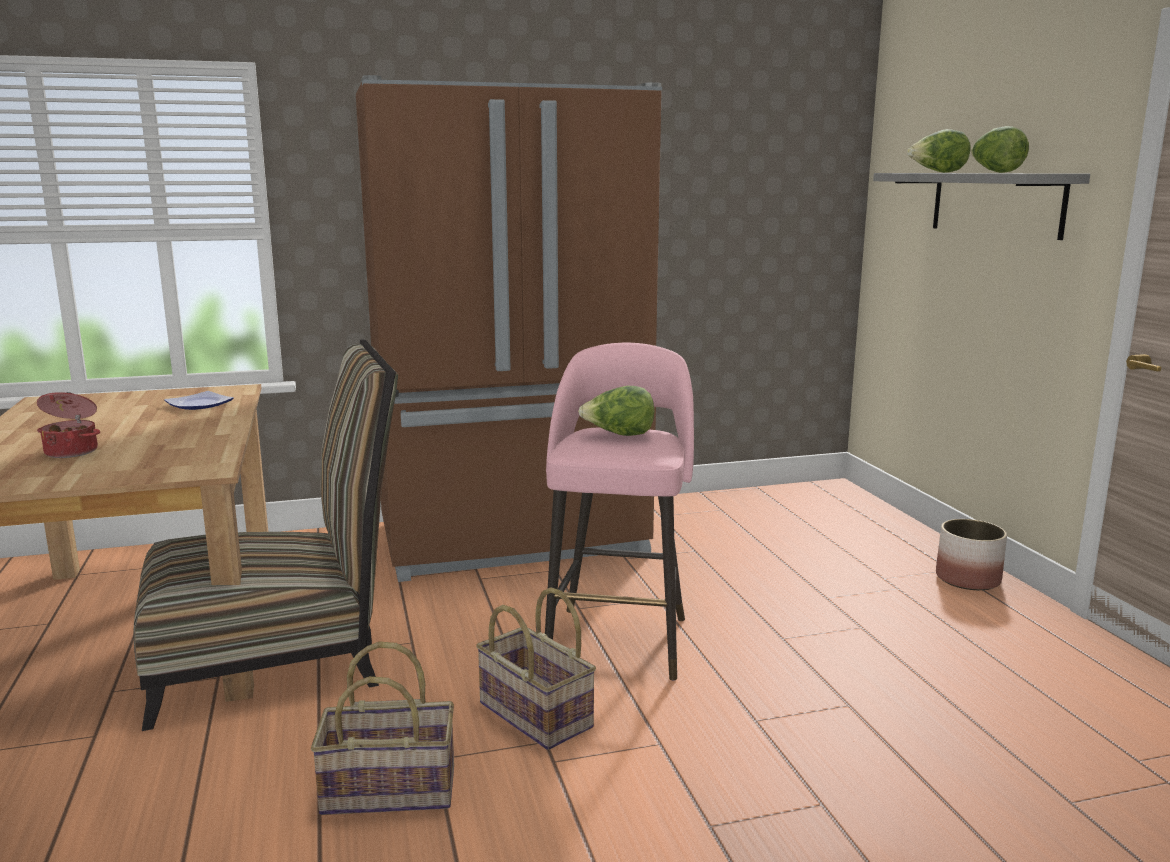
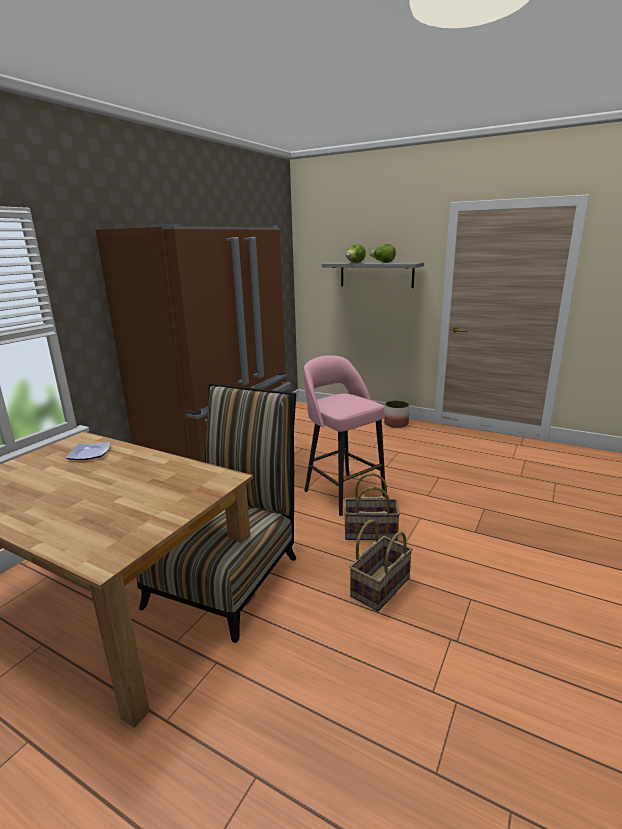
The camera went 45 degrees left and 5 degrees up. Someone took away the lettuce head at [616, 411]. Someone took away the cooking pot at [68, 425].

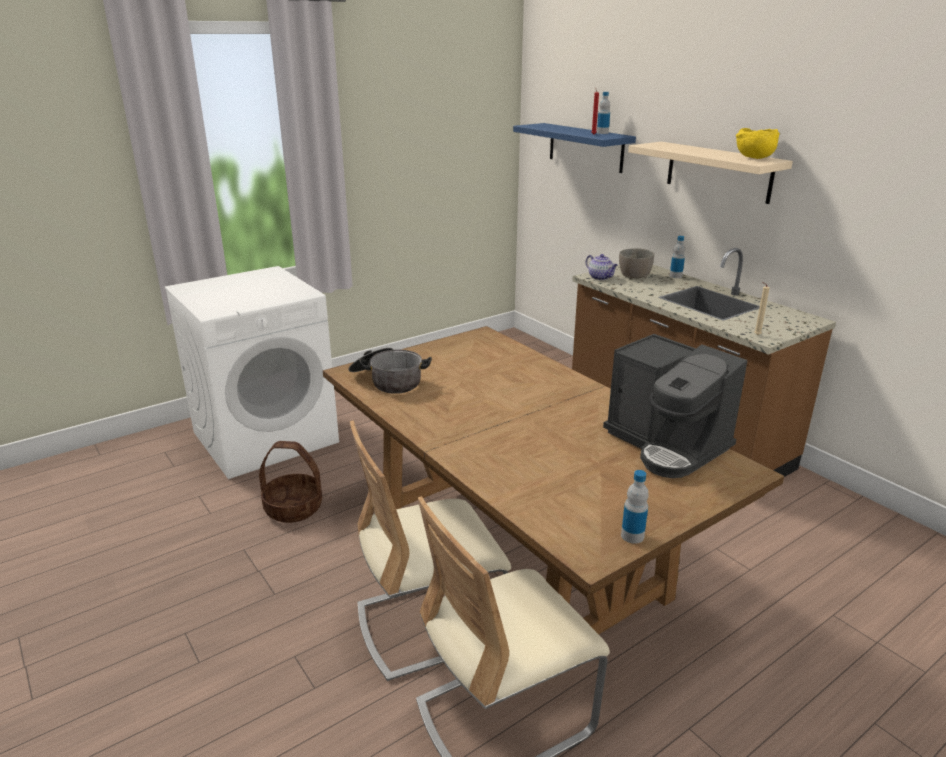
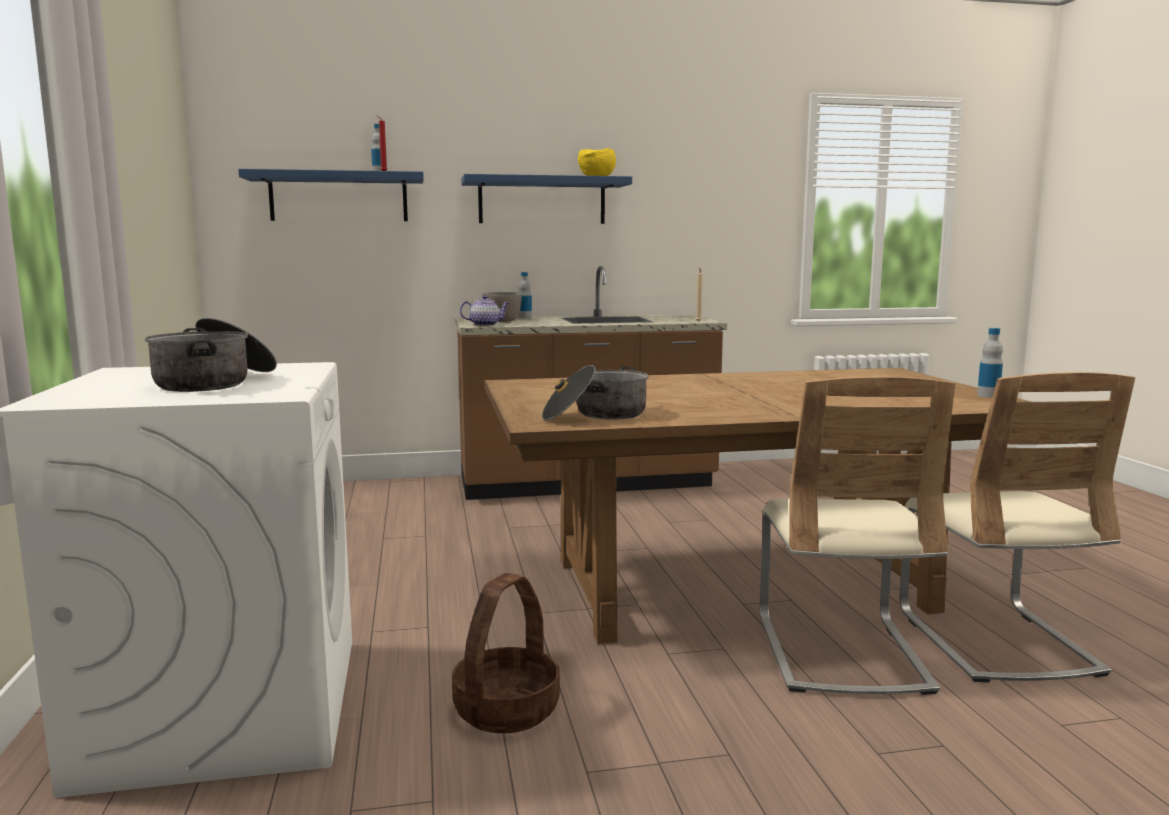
The camera went 65 degrees left and 15 degrees down. Someone repainted the beige-coloured wall shelf at [710, 173], which became the blue wall shelf at [546, 199]. Someone took away the coffee brewer at [675, 406]. Someone put down the cooking pot at [211, 355].

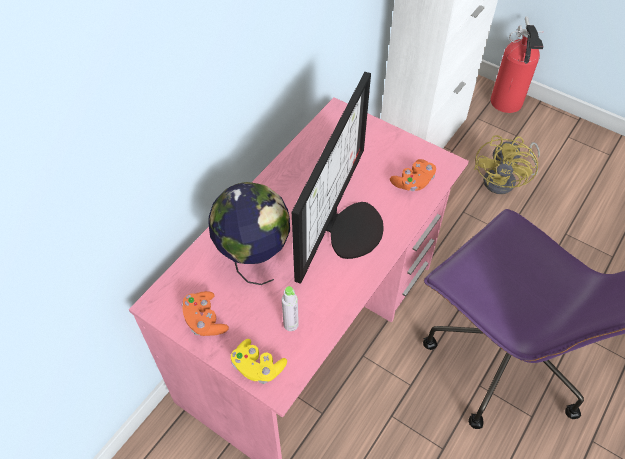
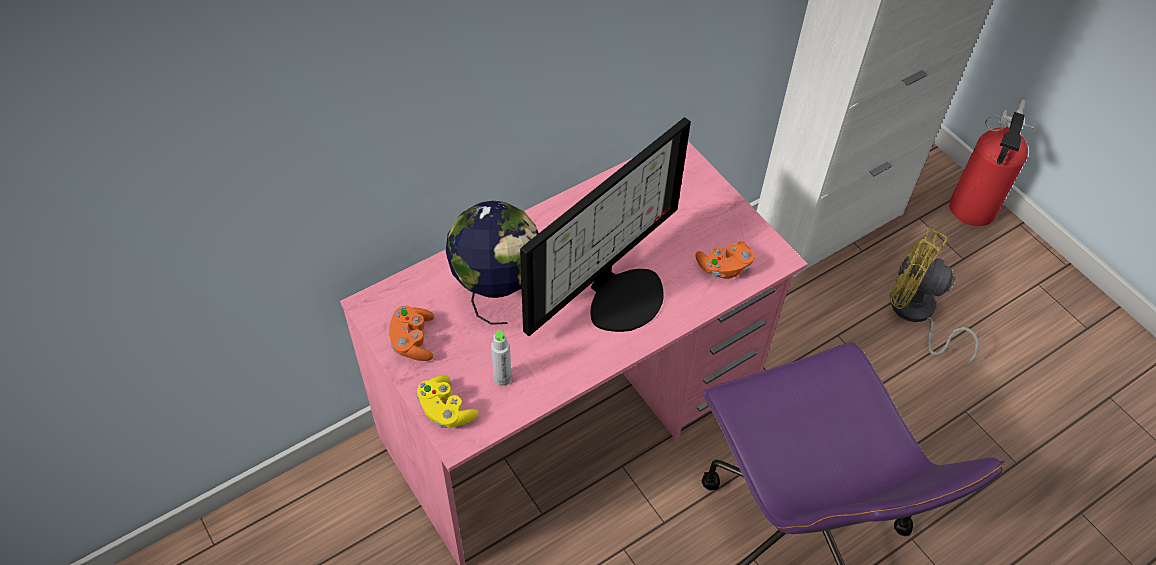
The camera went 20 degrees right and 0 degrees up. Someone rotated the yellow-coloured cooling fan at [507, 164] by 75 degrees clockwise.

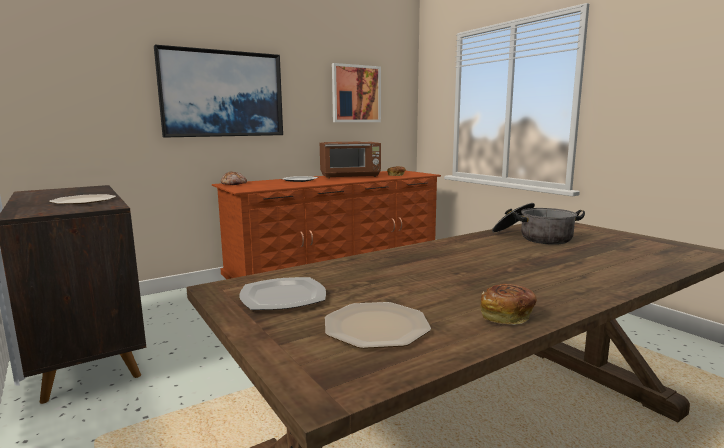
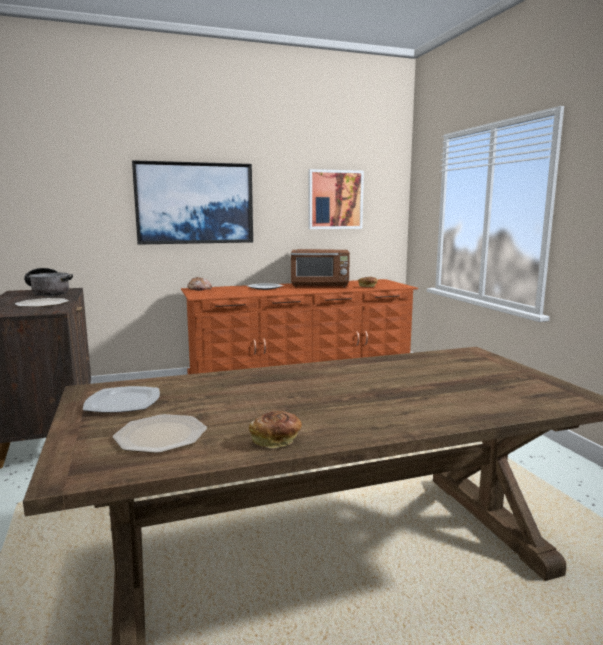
The camera went 15 degrees right and 0 degrees up. Someone carried the cooking pot from [538, 224] to [48, 282].

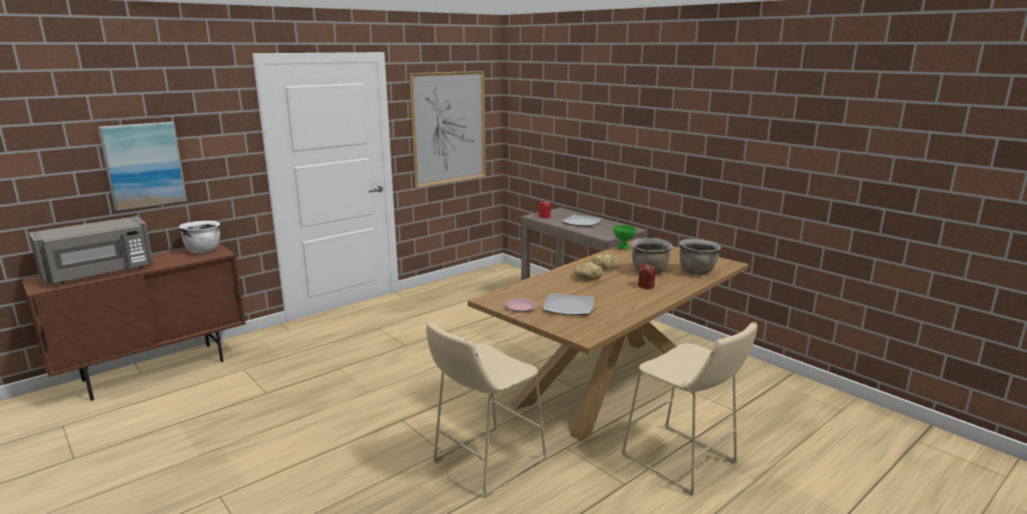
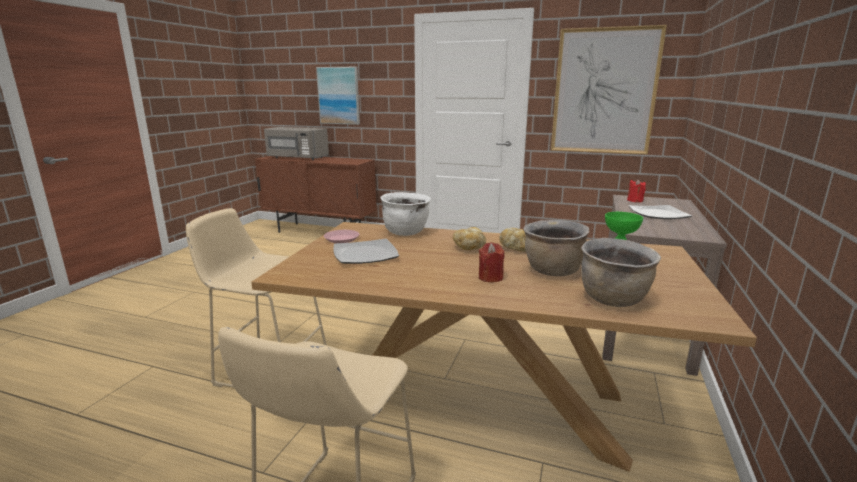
The camera went 60 degrees right and 0 degrees up. Someone carried the white-coloured cooking pot from [199, 237] to [405, 214].

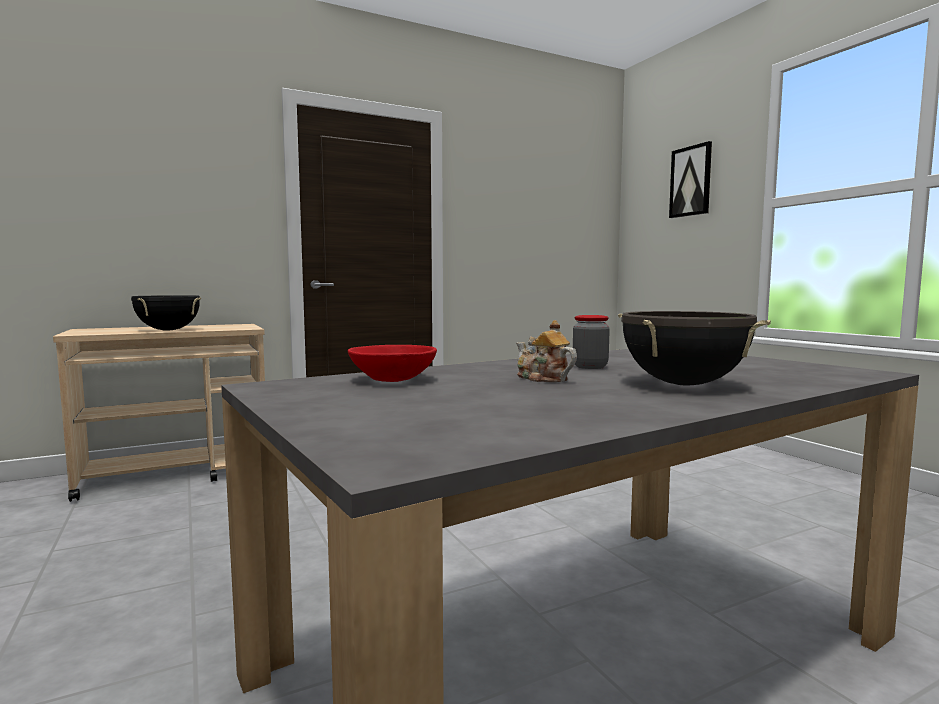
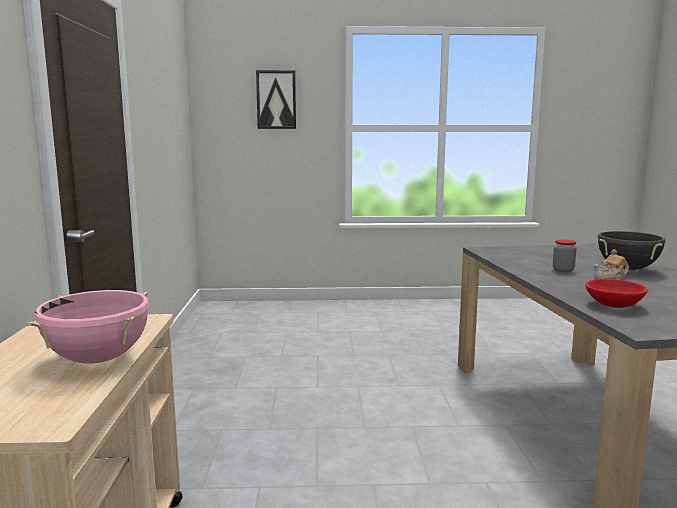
The camera went 65 degrees left and 5 degrees up. Someone repainted the black-coloured cooking pot at [166, 312], which became the pink cooking pot at [88, 326].

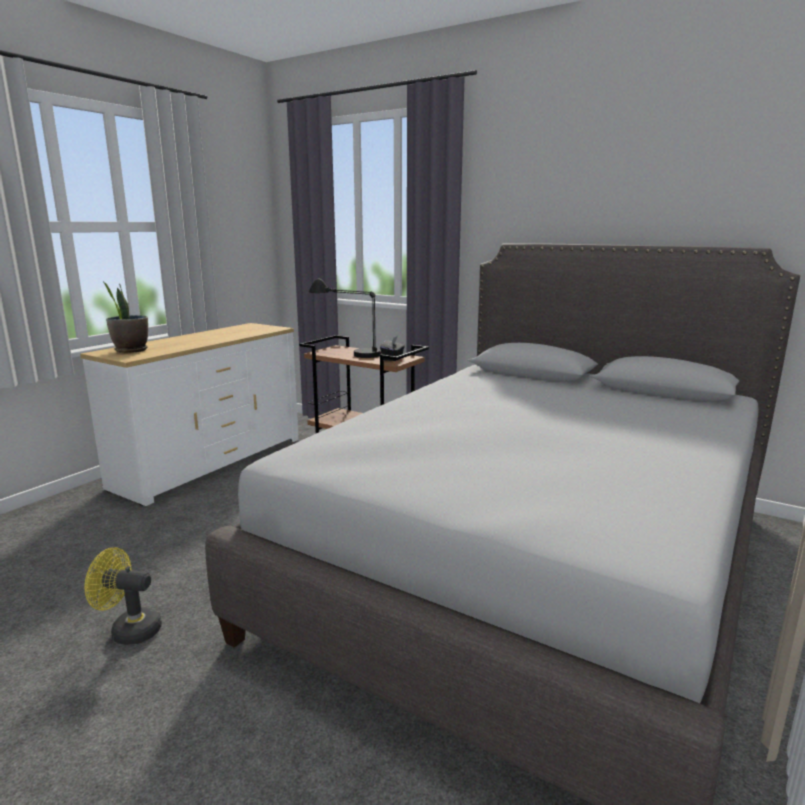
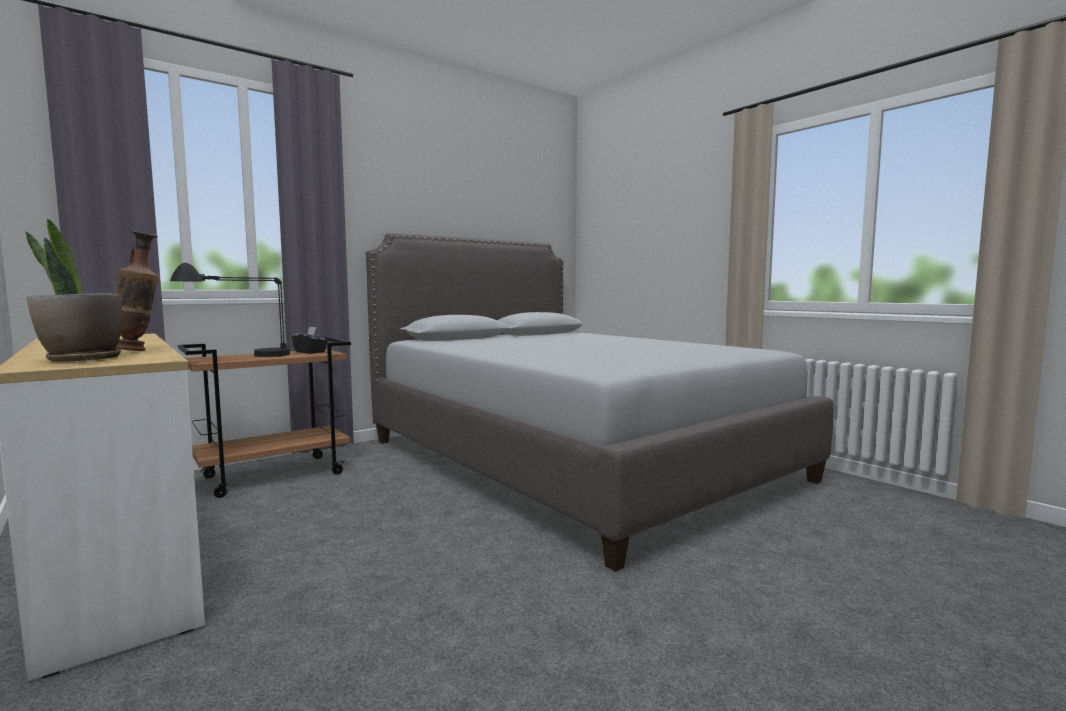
The camera went 70 degrees left and 10 degrees down. Someone took away the yellow-coloured cooling fan at [123, 596]. Someone put down the decorative vase at [138, 291].

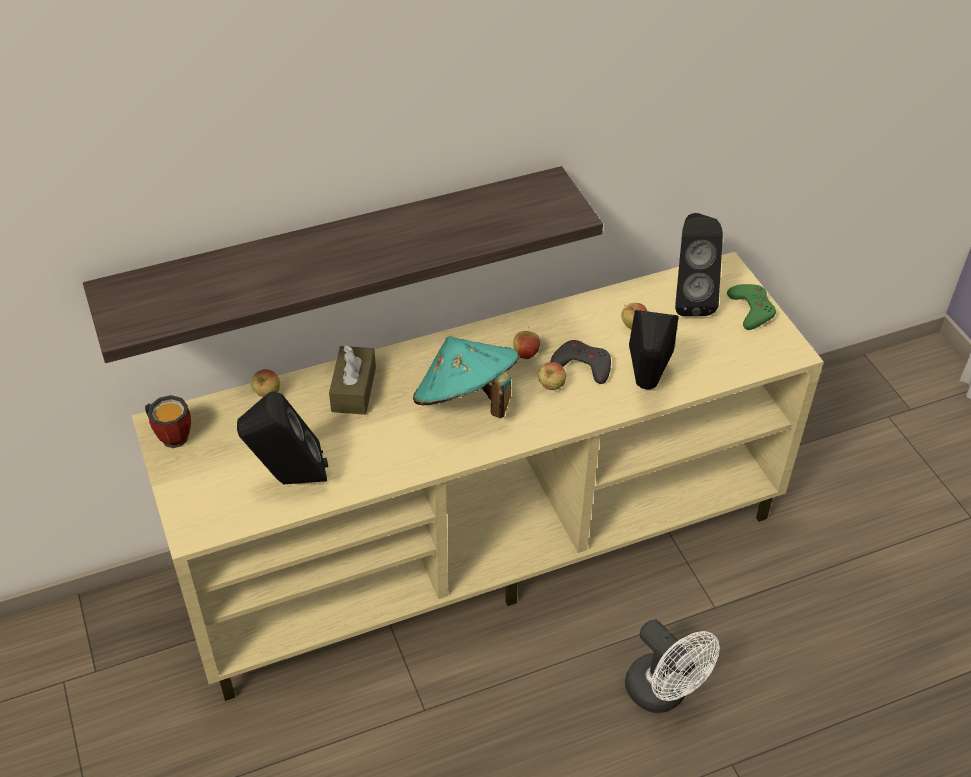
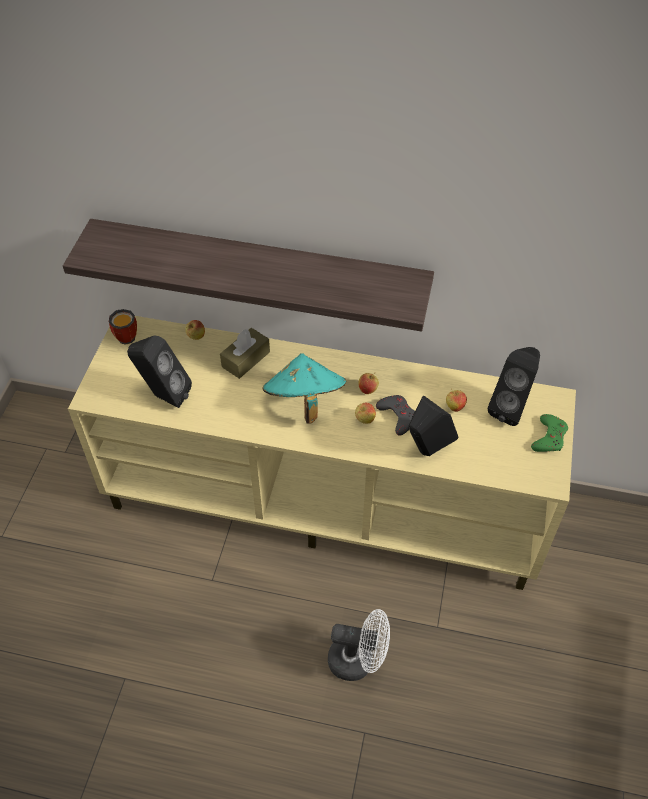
The camera went 35 degrees right and 5 degrees up. Someone rotated the white-coloured cooling fan at [672, 666] by 75 degrees counterclockwise.

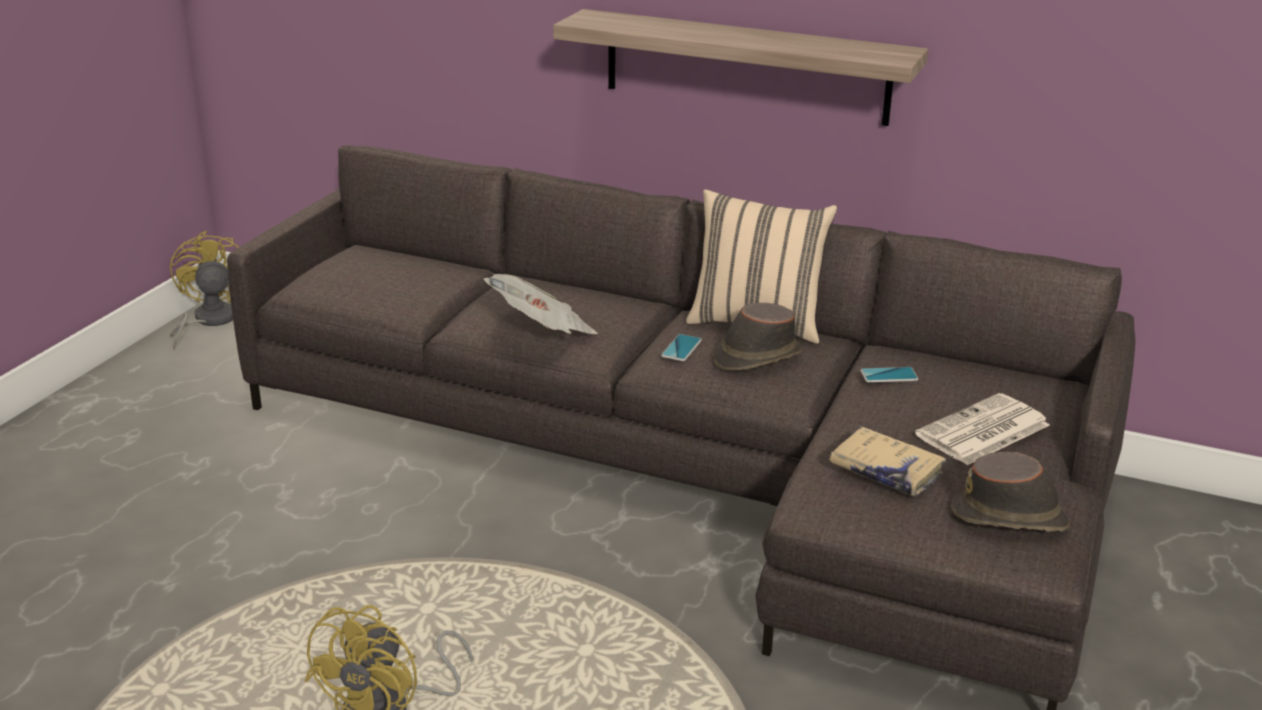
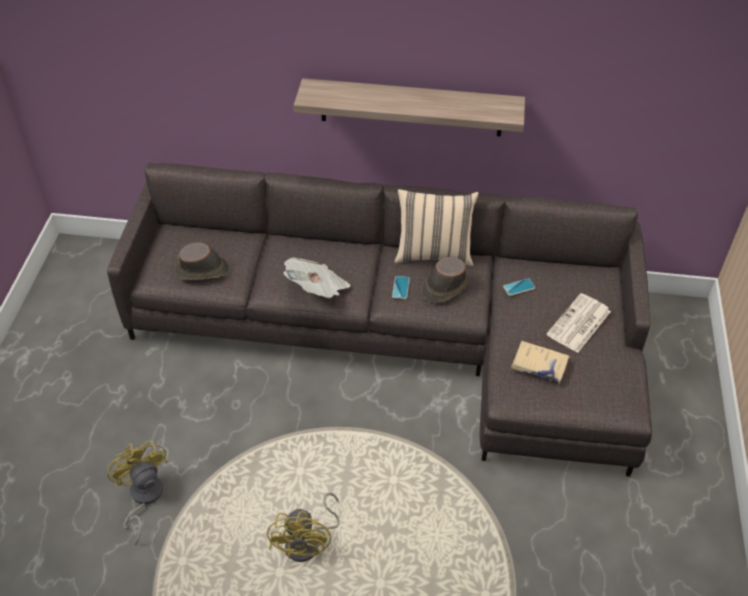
The camera went 15 degrees left and 20 degrees up. Someone carried the yellow-coloured cooling fan from [204, 290] to [138, 492]. Someone carried the brown-coloured hat from [1010, 491] to [202, 261].

